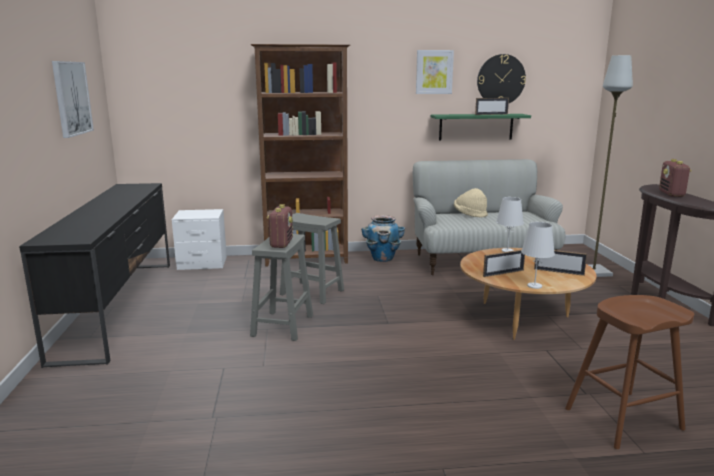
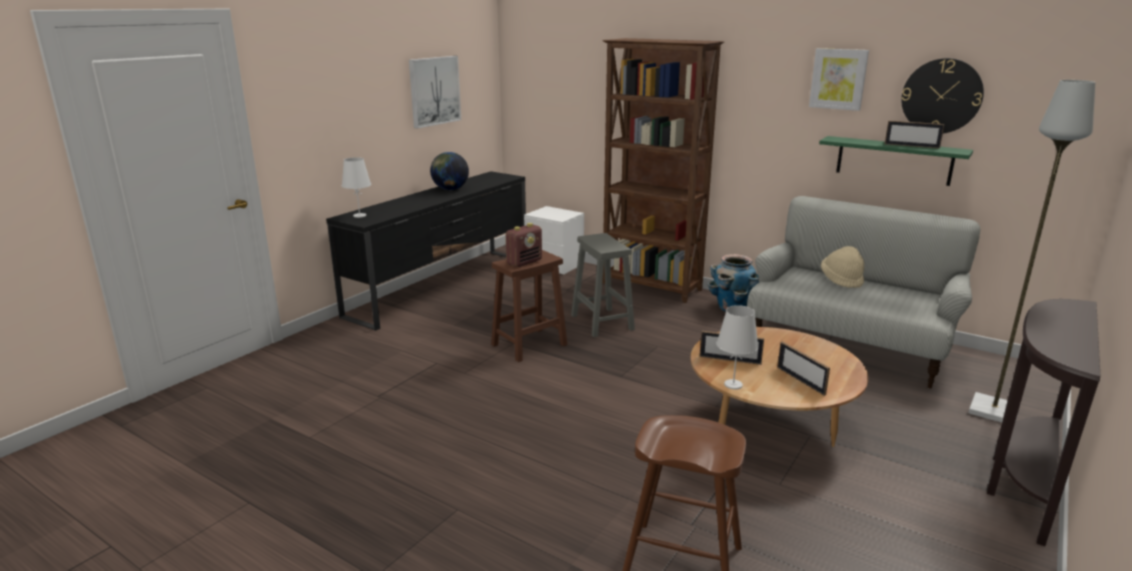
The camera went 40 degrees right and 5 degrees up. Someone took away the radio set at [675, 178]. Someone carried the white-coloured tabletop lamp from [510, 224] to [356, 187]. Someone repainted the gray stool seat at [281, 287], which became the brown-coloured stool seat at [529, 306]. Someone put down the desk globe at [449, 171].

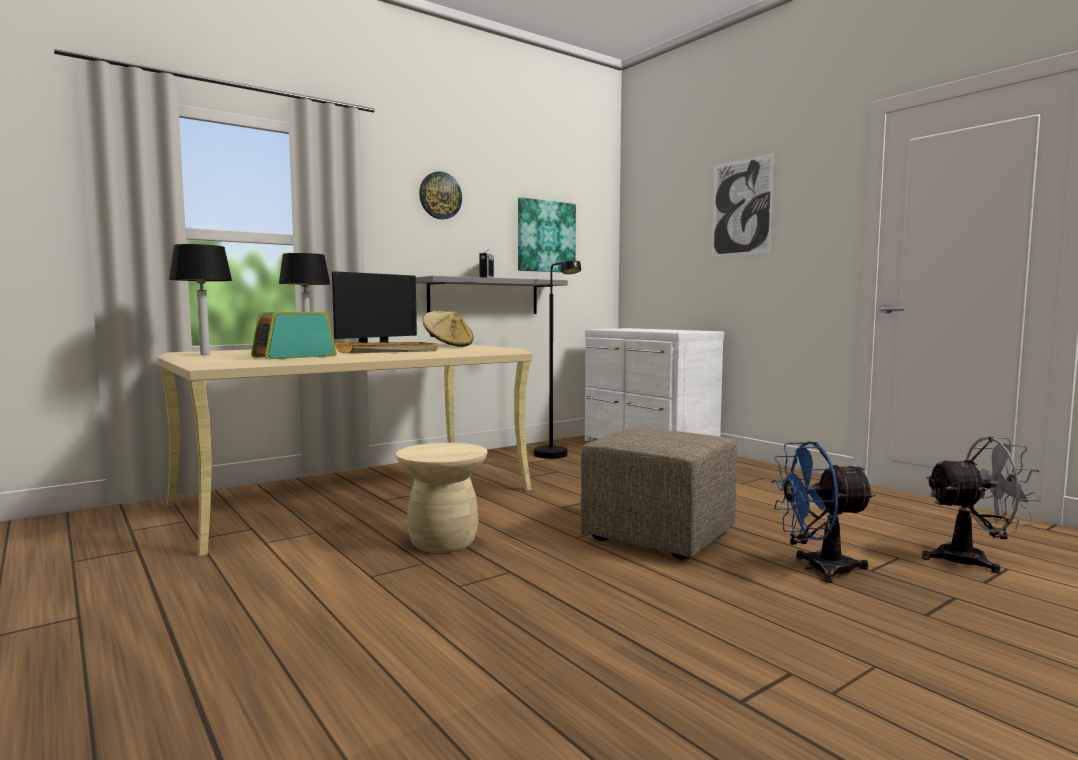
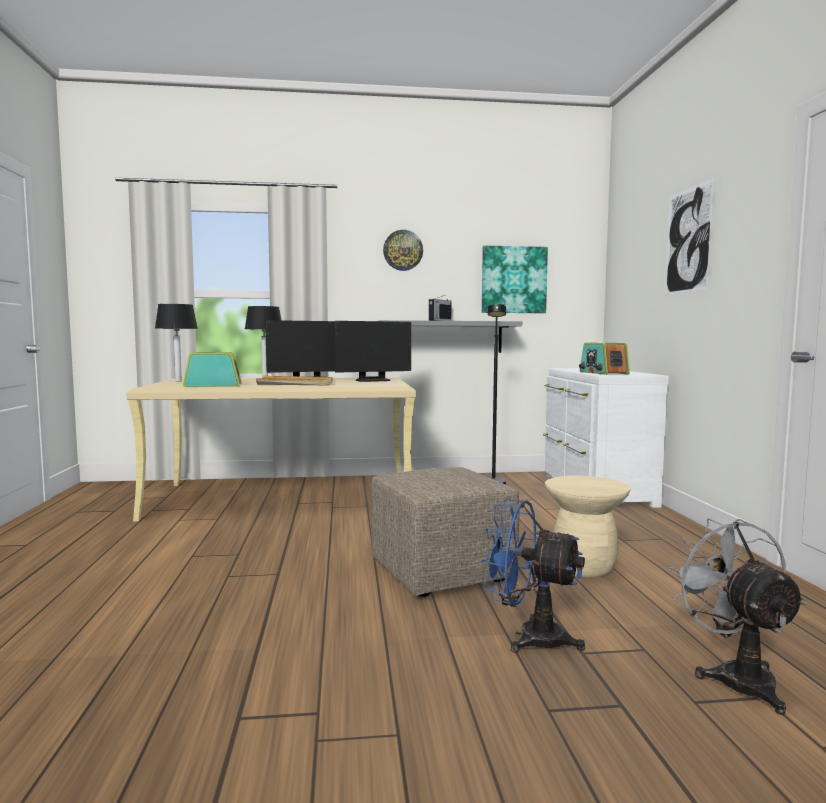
The camera went 30 degrees right and 0 degrees up. Someone swapped the beige-coloured hat at [448, 329] for the monitor at [372, 351]. Someone rotated the gray cooling fan at [982, 505] by 135 degrees counterclockwise. Someone carried the beige-coloured stool seat from [442, 498] to [587, 526]. Someone put down the radio set at [604, 359].

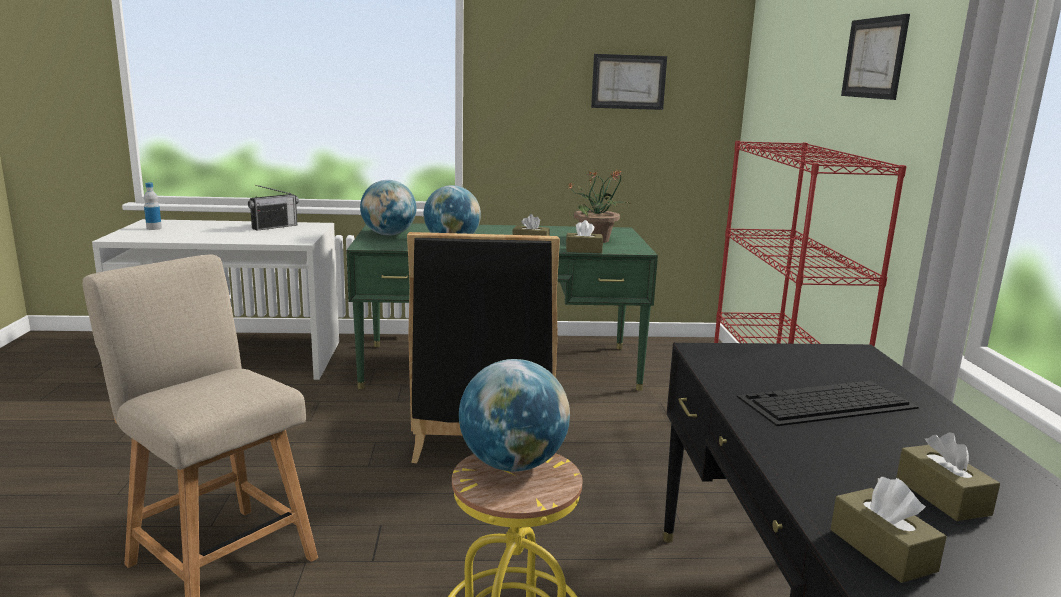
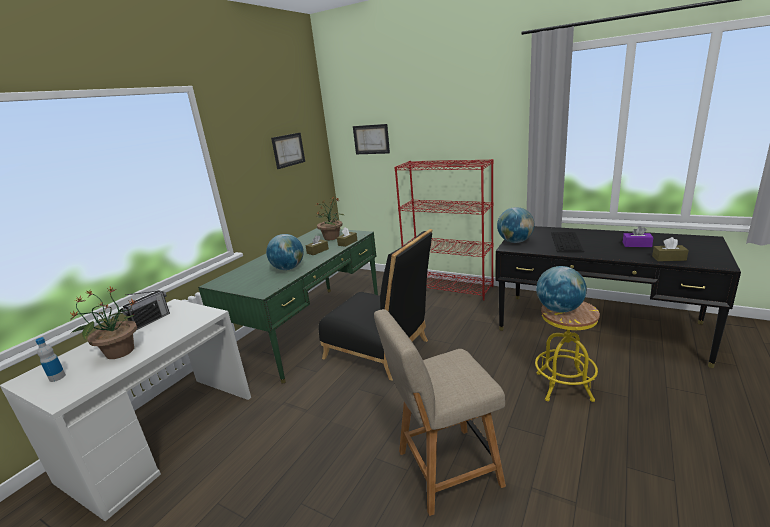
The camera went 55 degrees left and 5 degrees up. Someone carried the wall picture from [875, 57] to [371, 139]. Someone carried the desk globe from [388, 207] to [515, 225]. Someone rotated the radio set at [273, 208] by 45 degrees clockwise. Someone repainted the brown-coloured box of tissues at [948, 476], which became the purplish box of tissues at [638, 236]. Someone put down the houseplant at [103, 323].

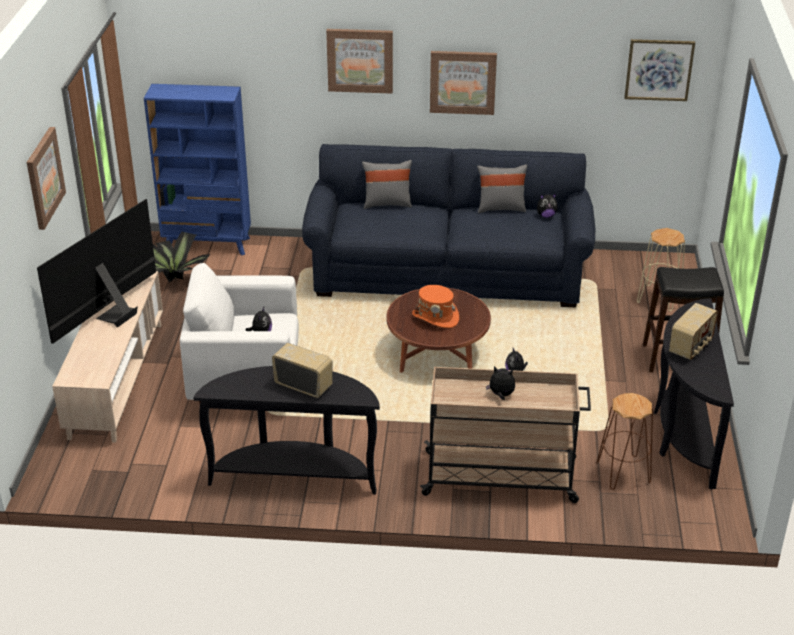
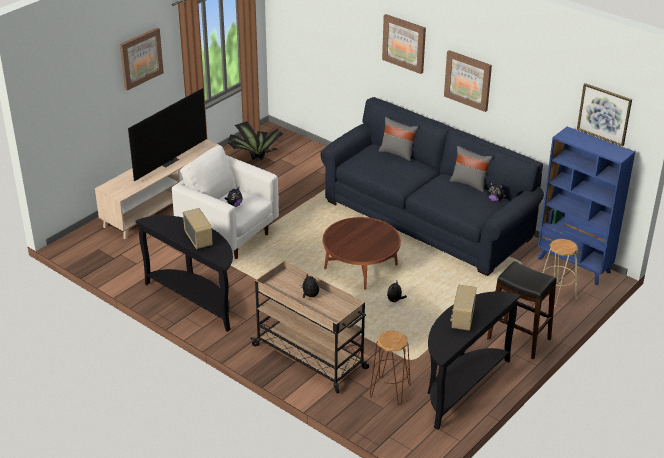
The camera went 35 degrees right and 0 degrees up. Someone carried the blue bookshelf from [197, 169] to [586, 206]. Someone rotated the TV set at [96, 271] by 150 degrees clockwise. Someone took away the orange-coloured hat at [435, 306]. Someone rotated the radio set at [693, 331] by 120 degrees clockwise.

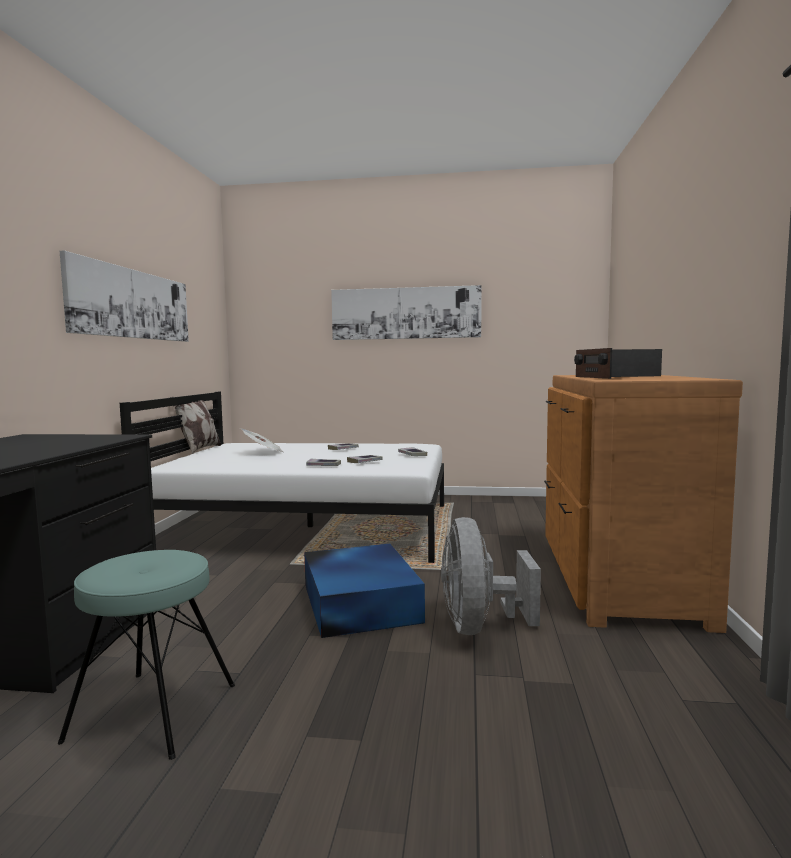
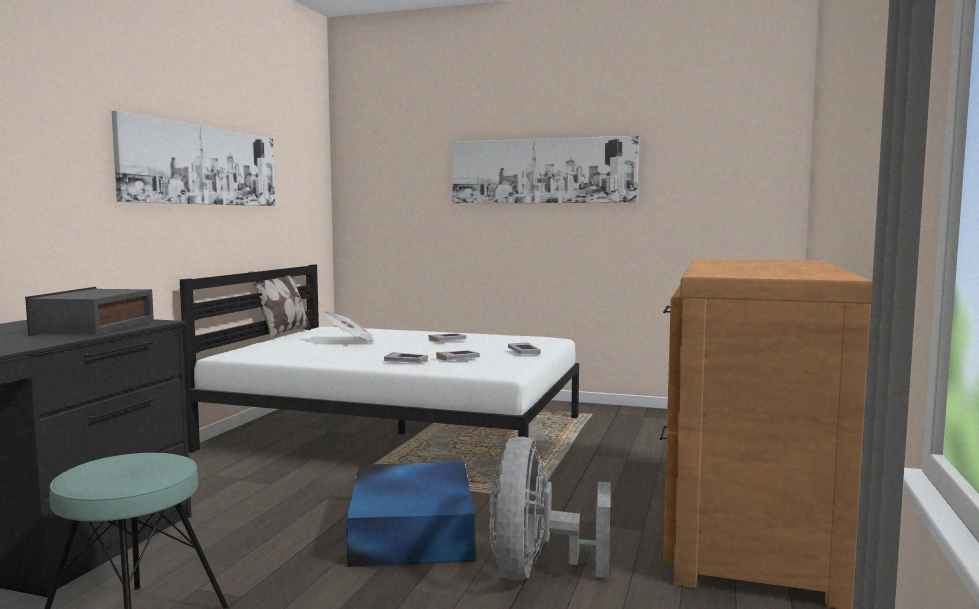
The camera went 10 degrees right and 0 degrees up. Someone carried the radio set from [618, 363] to [89, 311].

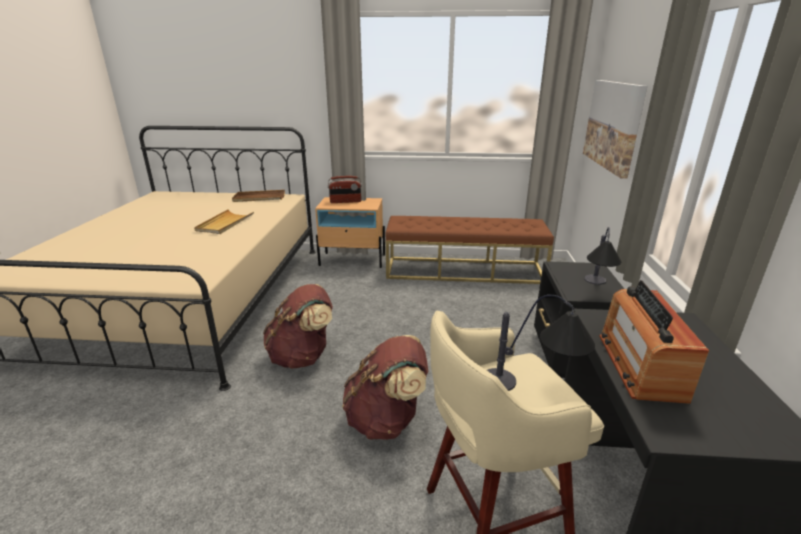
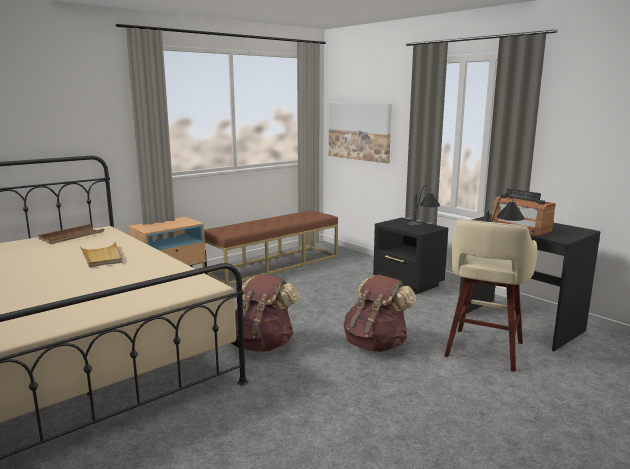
The camera went 45 degrees left and 10 degrees down. Someone took away the radio set at [345, 189].

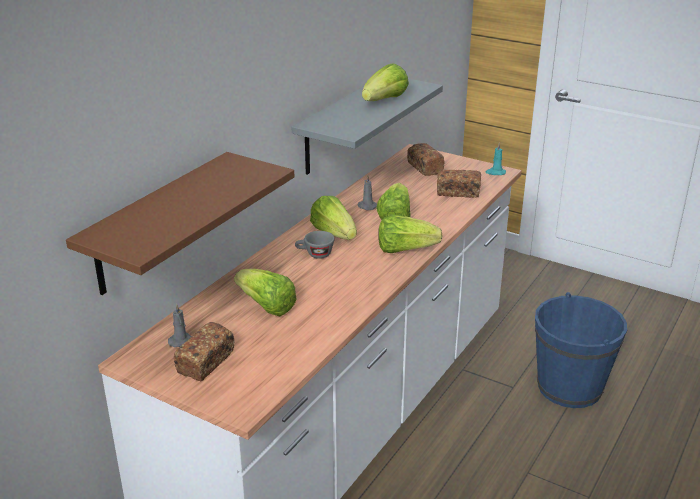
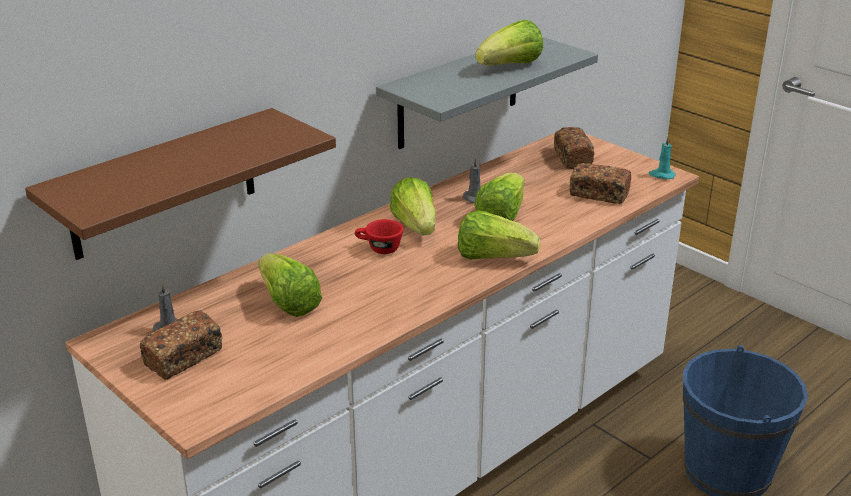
The camera went 15 degrees right and 0 degrees up. Someone repainted the gray drinking cup at [315, 245], which became the red-coloured drinking cup at [379, 236].

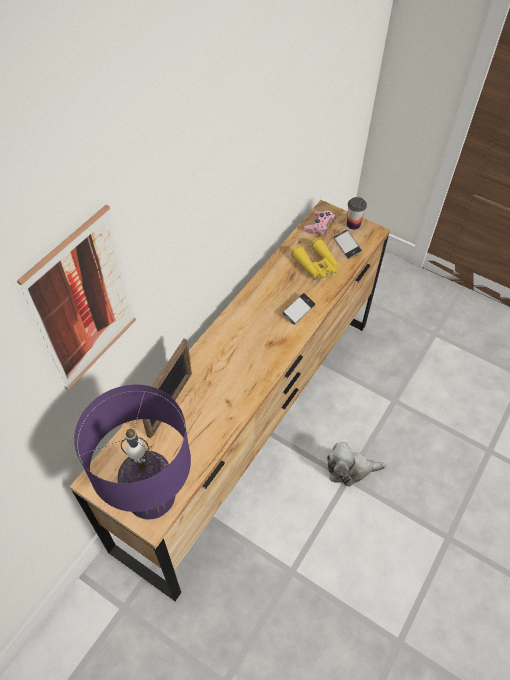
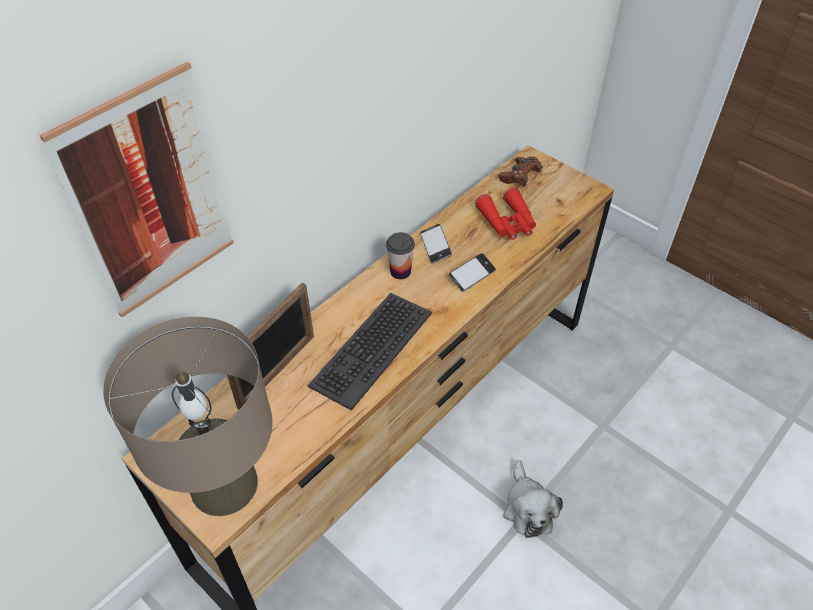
The camera went 10 degrees right and 5 degrees down. Someone carried the drinking cup from [357, 213] to [400, 255]. Someone repainted the pink gamepad at [320, 223], which became the brown-coloured gamepad at [520, 171]. Someone carried the phone from [348, 244] to [436, 244]. Someone repainted the yellow-coloured field glasses at [315, 259], which became the red-coloured field glasses at [505, 214]. Someone repainted the purplish tabletop lamp at [132, 452], which became the beige-coloured tabletop lamp at [187, 416]. Someone rotated the plush toy at [357, 464] by 105 degrees counterclockwise. Someone put down the keyboard at [370, 352].

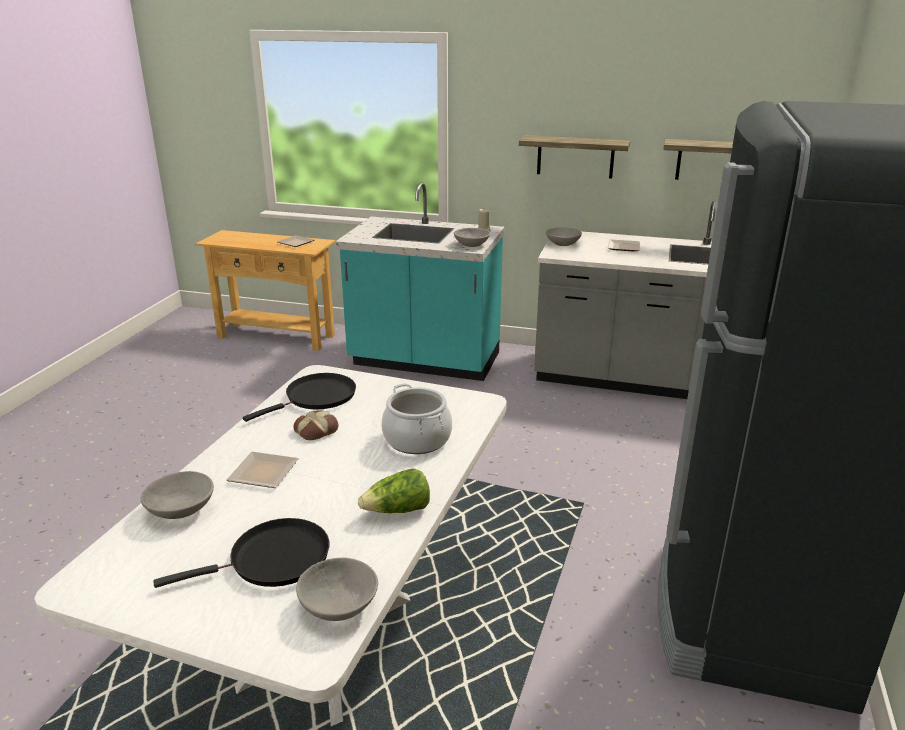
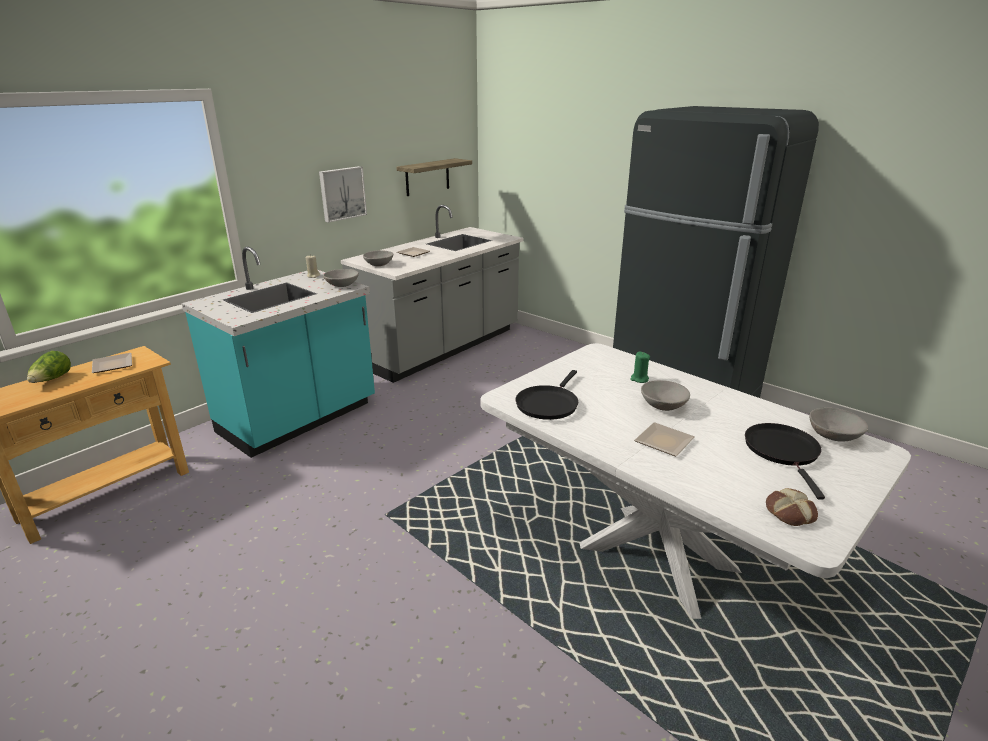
The camera went 65 degrees left and 0 degrees up. Someone swapped the wall shelf at [575, 156] for the wall picture at [343, 194]. Someone rotated the black-coloured pan at [299, 397] by 135 degrees counterclockwise. Someone swapped the cooking pot at [416, 418] for the green candle at [640, 367]. Someone carried the bakery bread from [315, 425] to [792, 507]. Someone carried the lettuce head from [394, 491] to [49, 367]. Someone carried the gray serving bowl from [177, 495] to [665, 395].

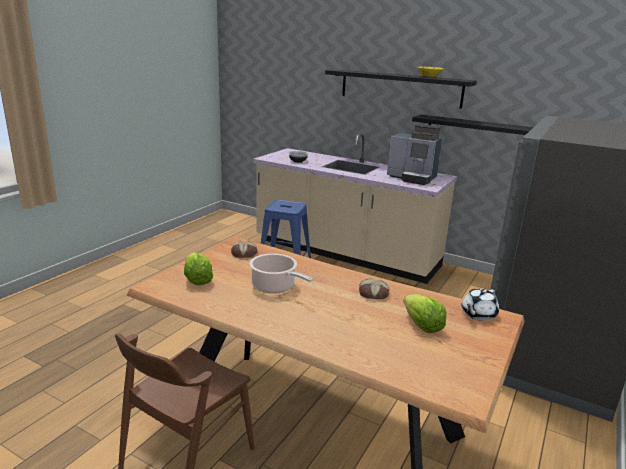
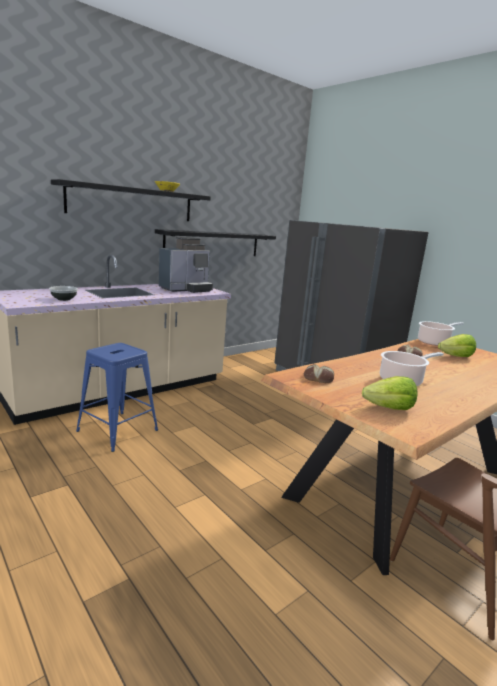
The camera went 70 degrees left and 5 degrees down. Someone swapped the white-coloured teapot at [480, 305] for the cooking pot at [441, 333].

